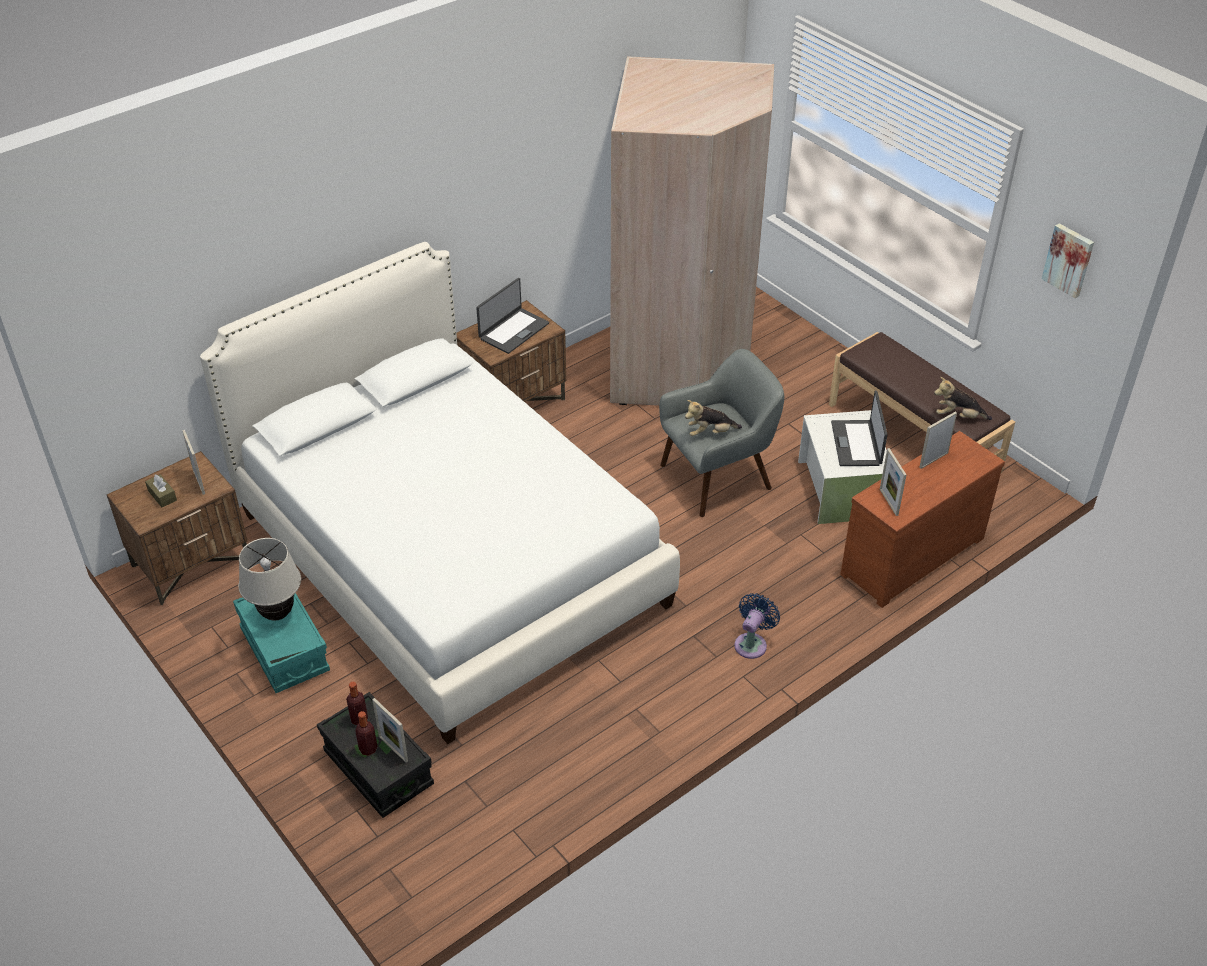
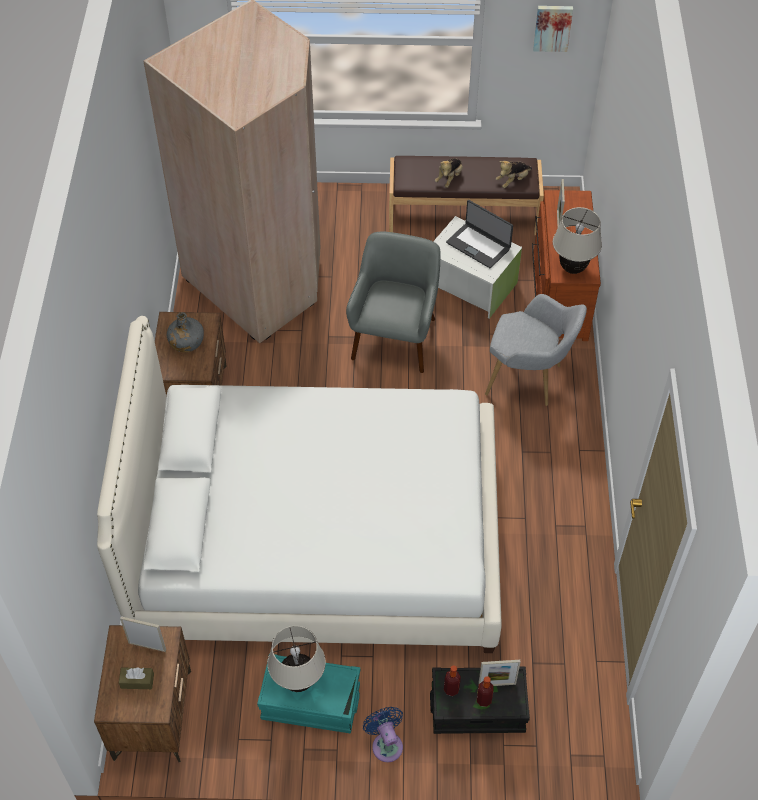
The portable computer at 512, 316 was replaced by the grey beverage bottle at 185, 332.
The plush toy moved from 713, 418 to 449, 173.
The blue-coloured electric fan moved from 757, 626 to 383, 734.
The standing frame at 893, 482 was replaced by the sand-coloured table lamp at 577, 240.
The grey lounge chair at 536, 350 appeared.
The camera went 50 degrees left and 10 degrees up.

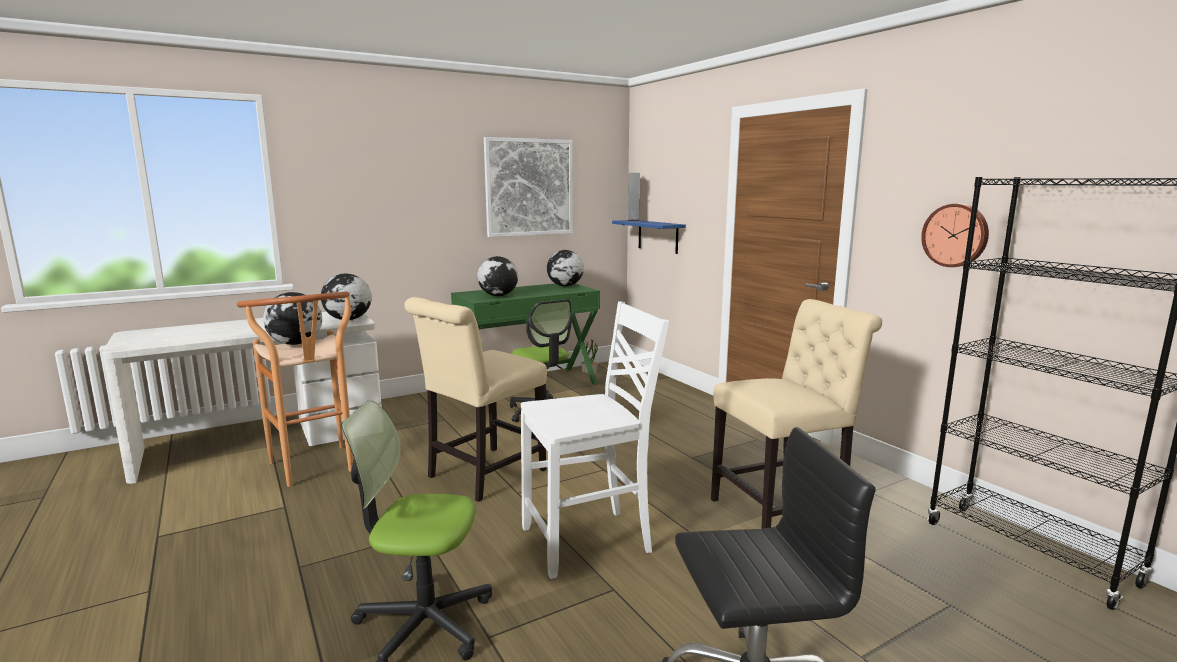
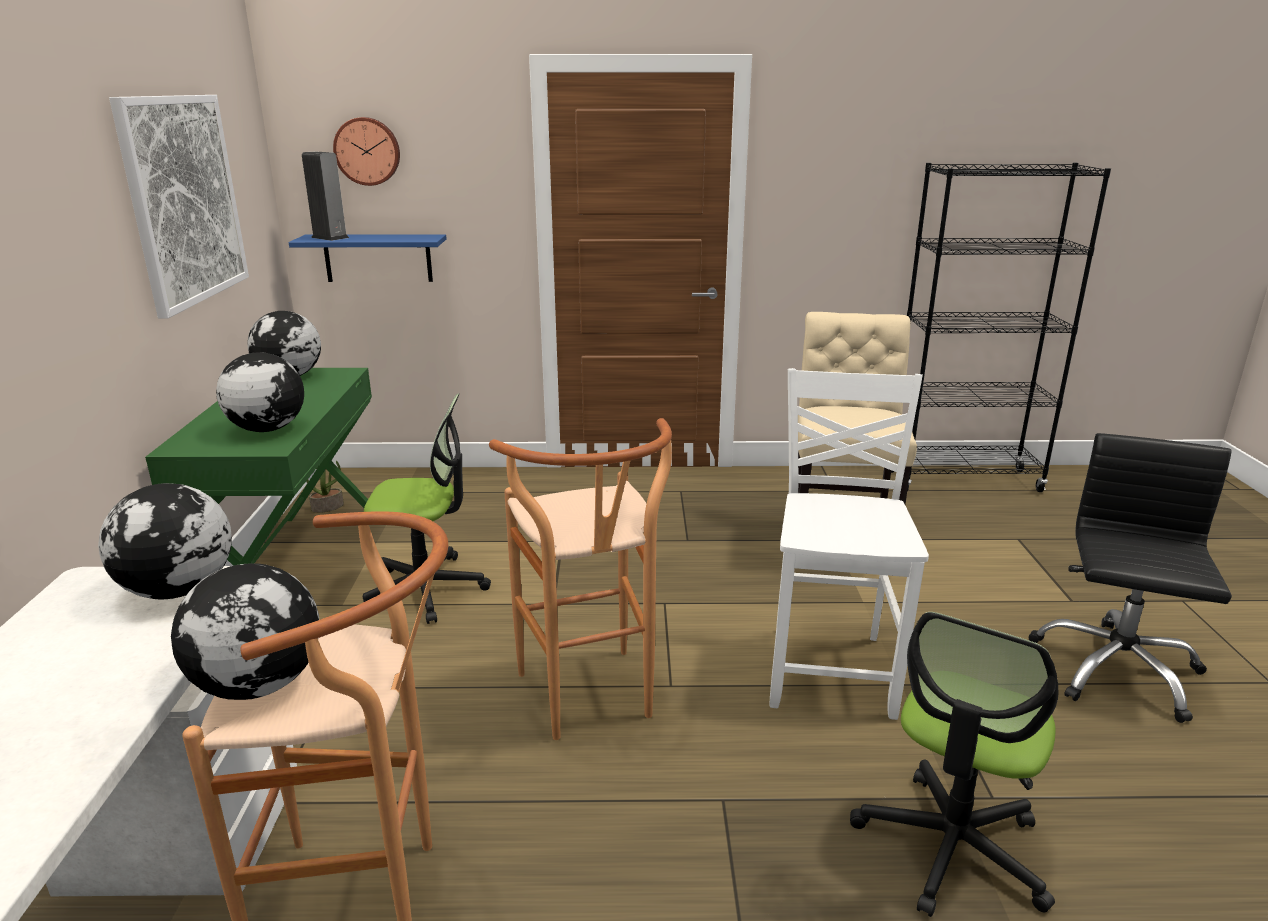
The sand-coloured chair at 475, 399 was replaced by the brown-coloured stool at 580, 579.
The wall clock moved from 955, 235 to 366, 151.
The camera went 60 degrees left and 10 degrees up.

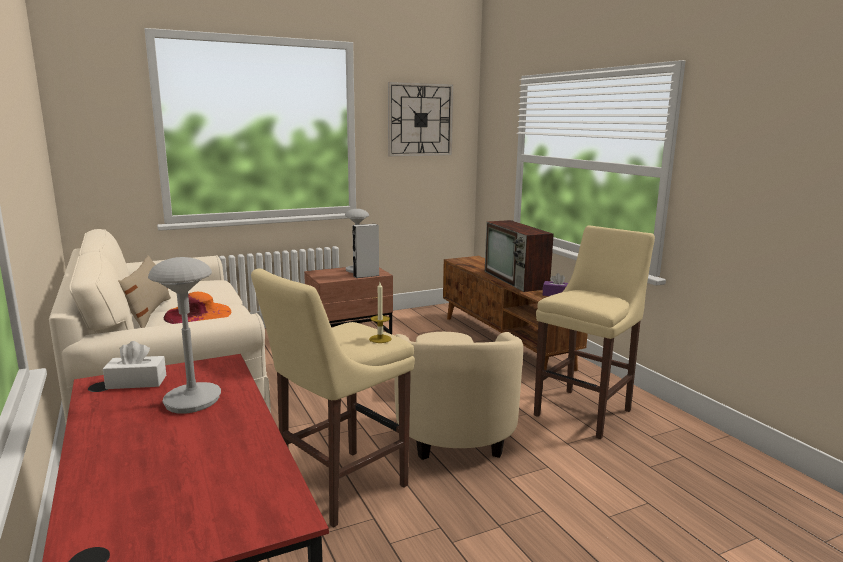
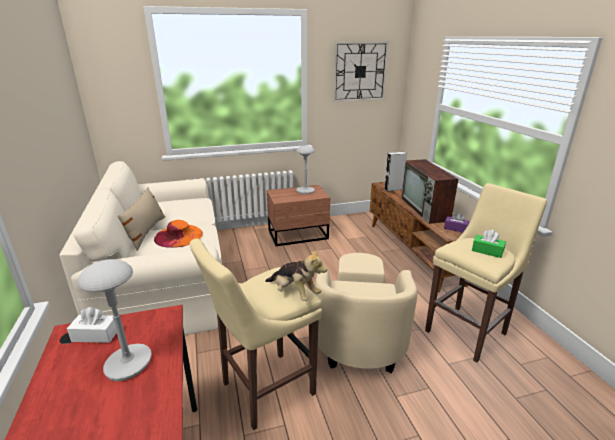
The grey audio speaker moved from 365, 251 to 396, 171.
The wax candle at 380, 312 was replaced by the plush toy at 296, 275.
The green-coloured tissue box at 489, 244 appeared.
The camera went 10 degrees right and 10 degrees up.

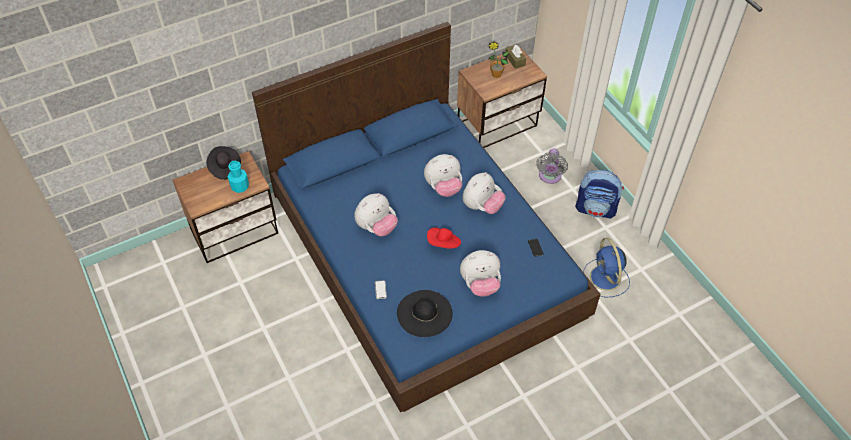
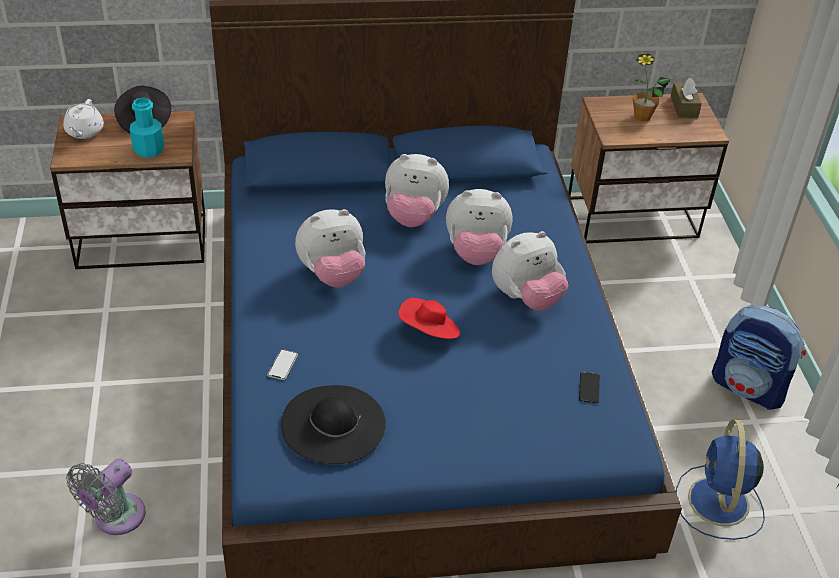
The plush toy moved from 480, 273 to 417, 190.
The grey electric fan moved from 552, 166 to 106, 497.
The white teapot at 83, 119 appeared.
The camera went 20 degrees right and 10 degrees down.

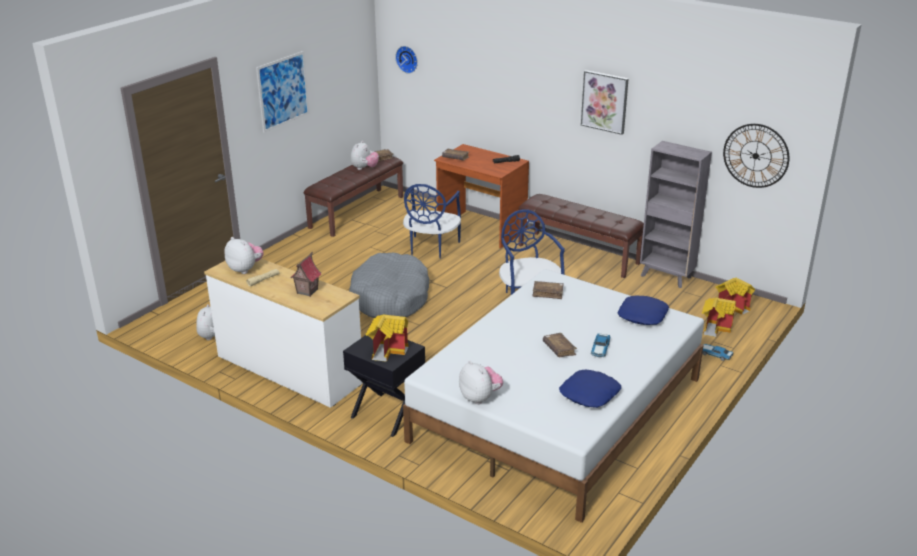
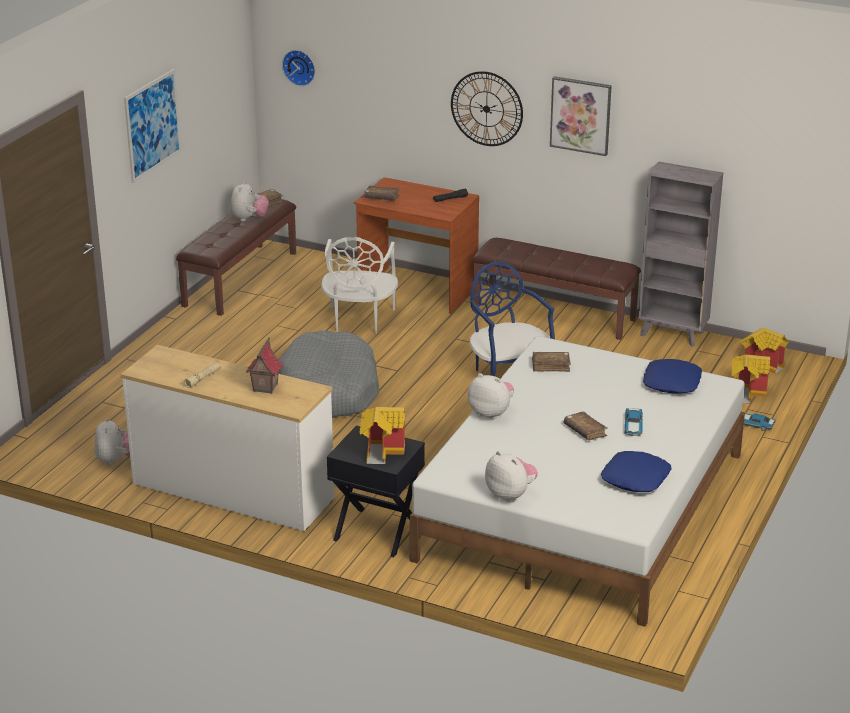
The plush toy moved from 244, 255 to 491, 396.
The blue-coloured chair at 432, 221 became the white chair at 359, 285.
The wall clock moved from 756, 156 to 487, 108.
The camera went 10 degrees left and 0 degrees up.

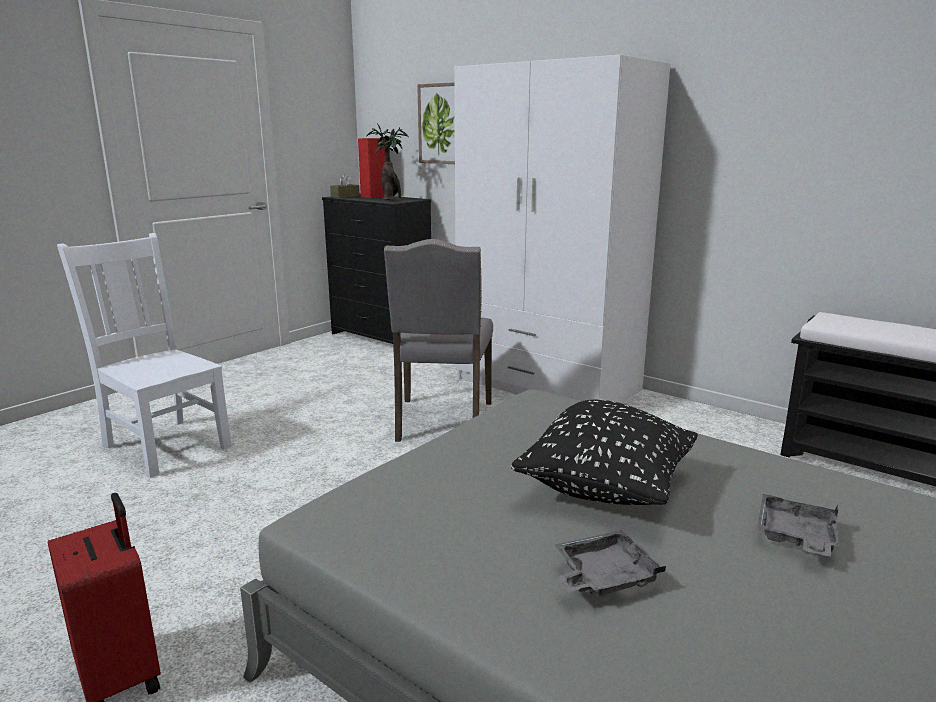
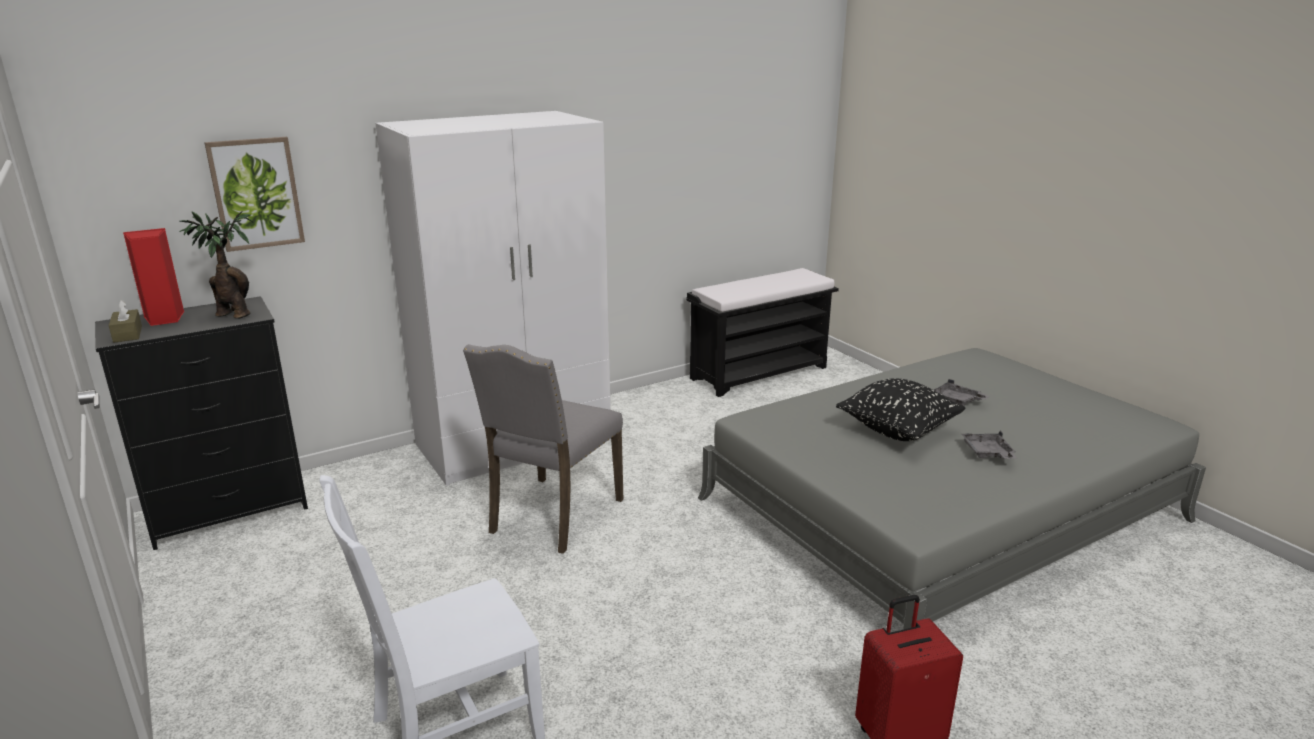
The grey chair at 438, 340 turned 90 degrees clockwise.
The camera went 70 degrees left and 5 degrees up.

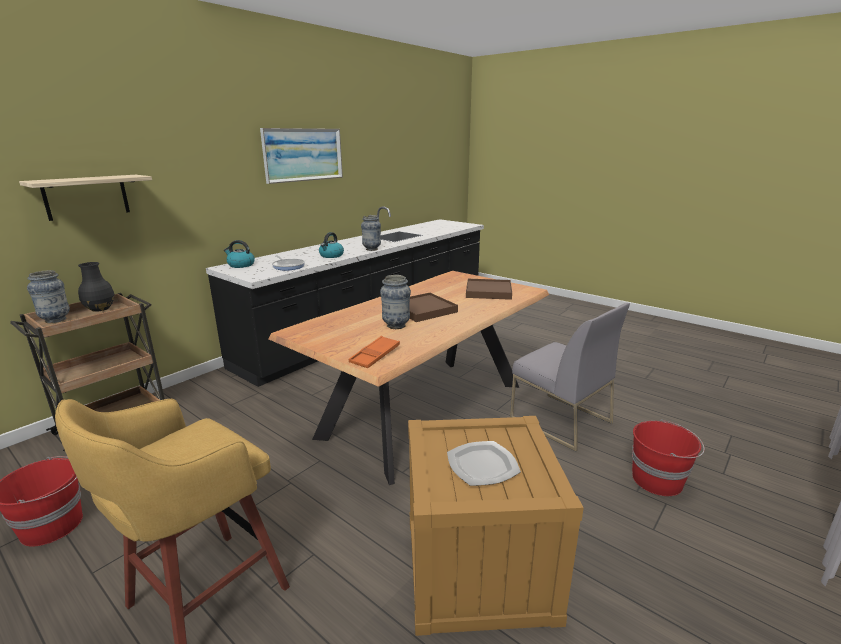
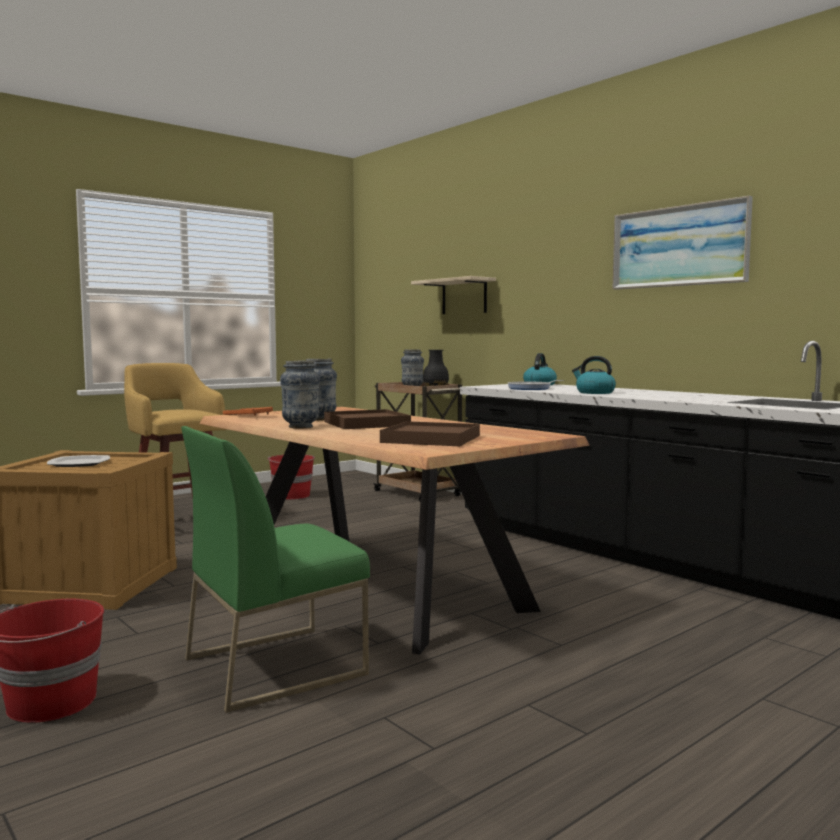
The flower vase moved from 371, 233 to 300, 395.
The grey chair at 570, 377 became the green-coloured chair at 275, 569.
The camera went 100 degrees right and 15 degrees down.

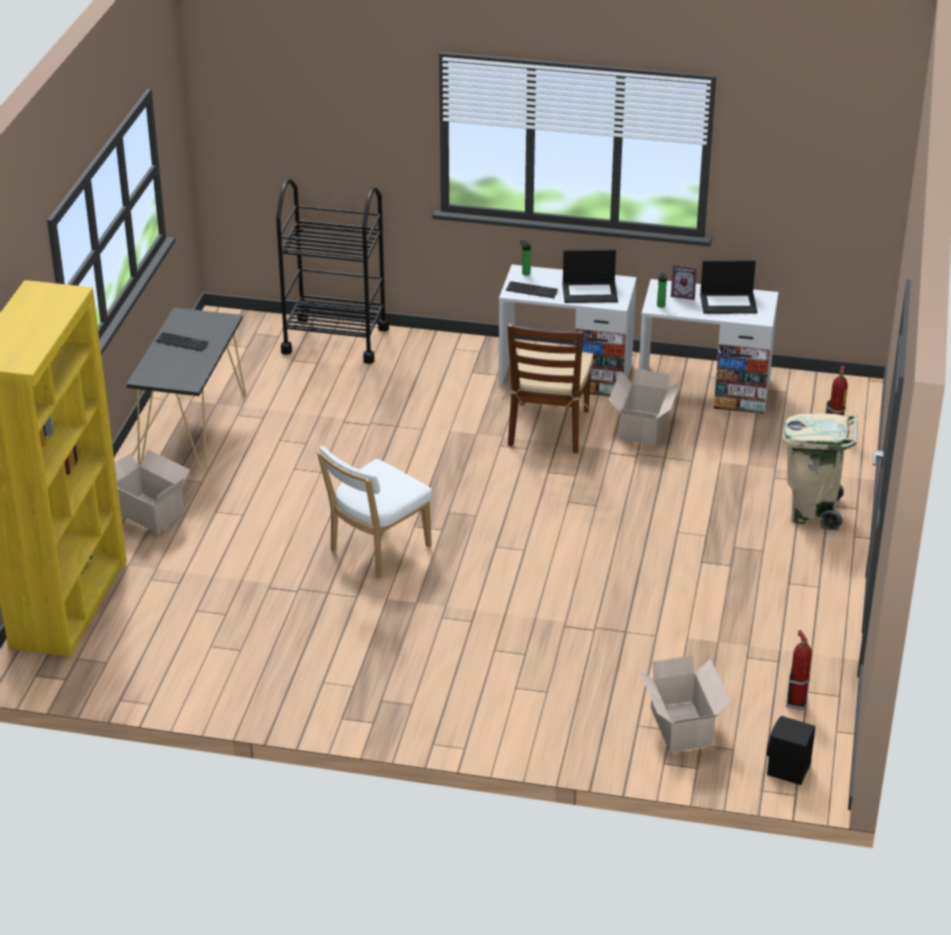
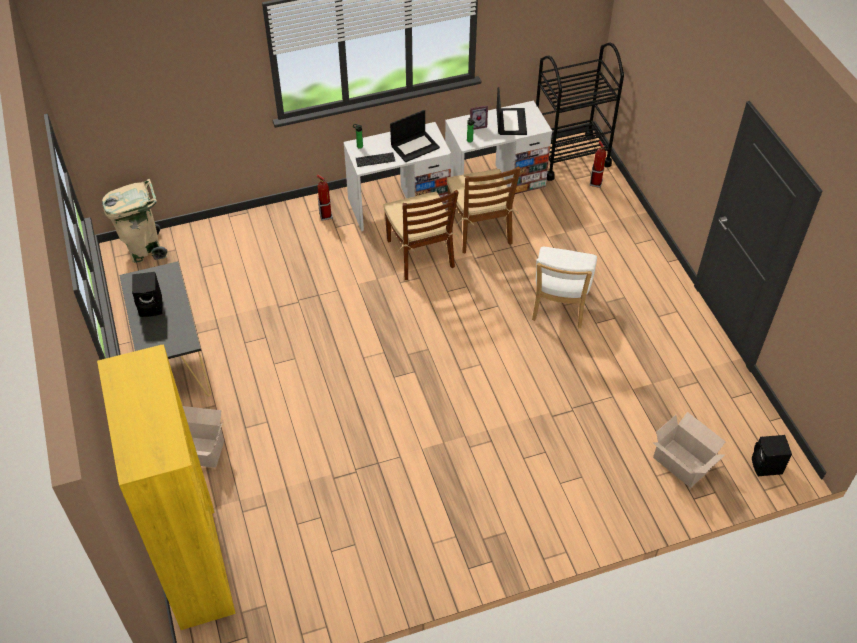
The keyboard at 182, 341 was replaced by the blackish audio speaker at 147, 294.
The blackish cart moved from 332, 271 to 580, 111.
The white chair moved from 375, 512 to 564, 287.
The cardboard box at 644, 407 was replaced by the brown-coloured chair at 484, 209.
The portable computer at 729, 287 turned 60 degrees counterclockwise.
The sand-coloured trash can moved from 820, 472 to 134, 221.
The fire-fighting cylinder moved from 799, 670 to 324, 197.
The camera went 30 degrees left and 15 degrees up.

